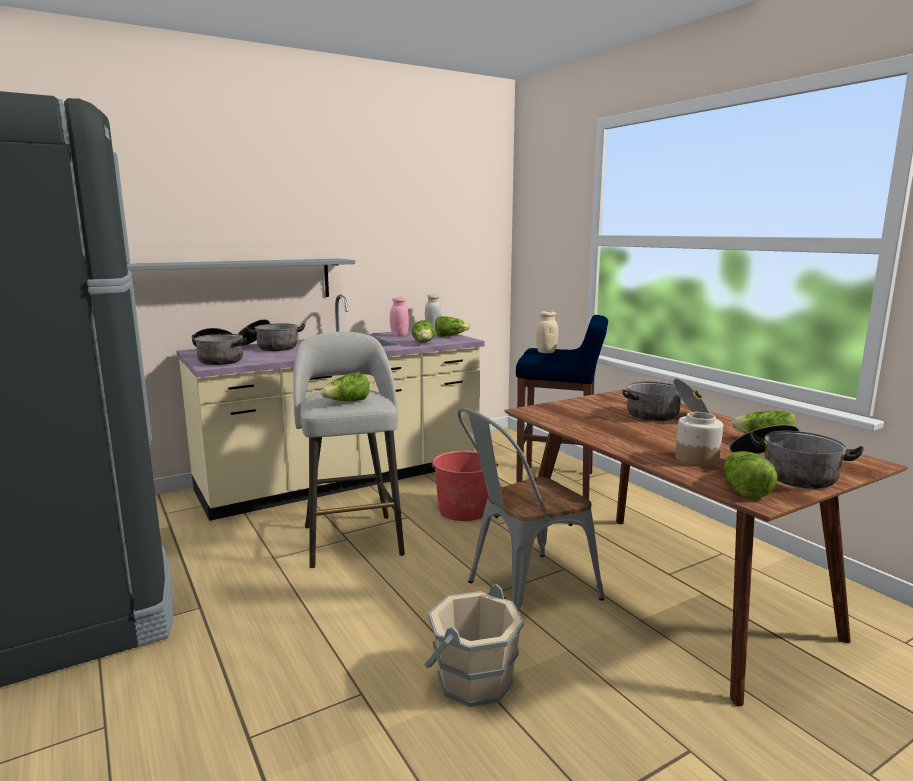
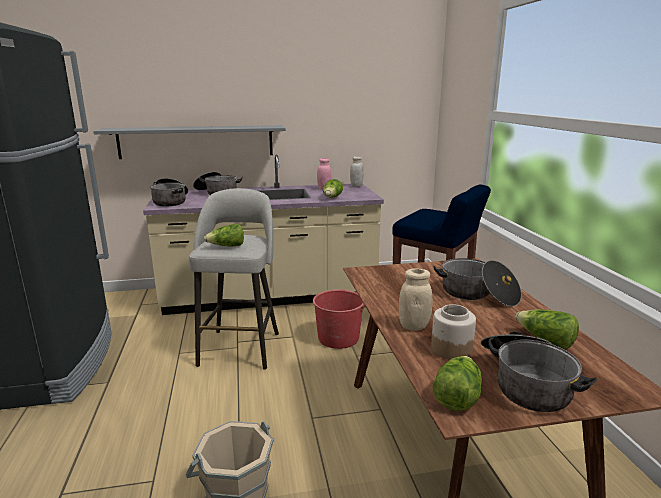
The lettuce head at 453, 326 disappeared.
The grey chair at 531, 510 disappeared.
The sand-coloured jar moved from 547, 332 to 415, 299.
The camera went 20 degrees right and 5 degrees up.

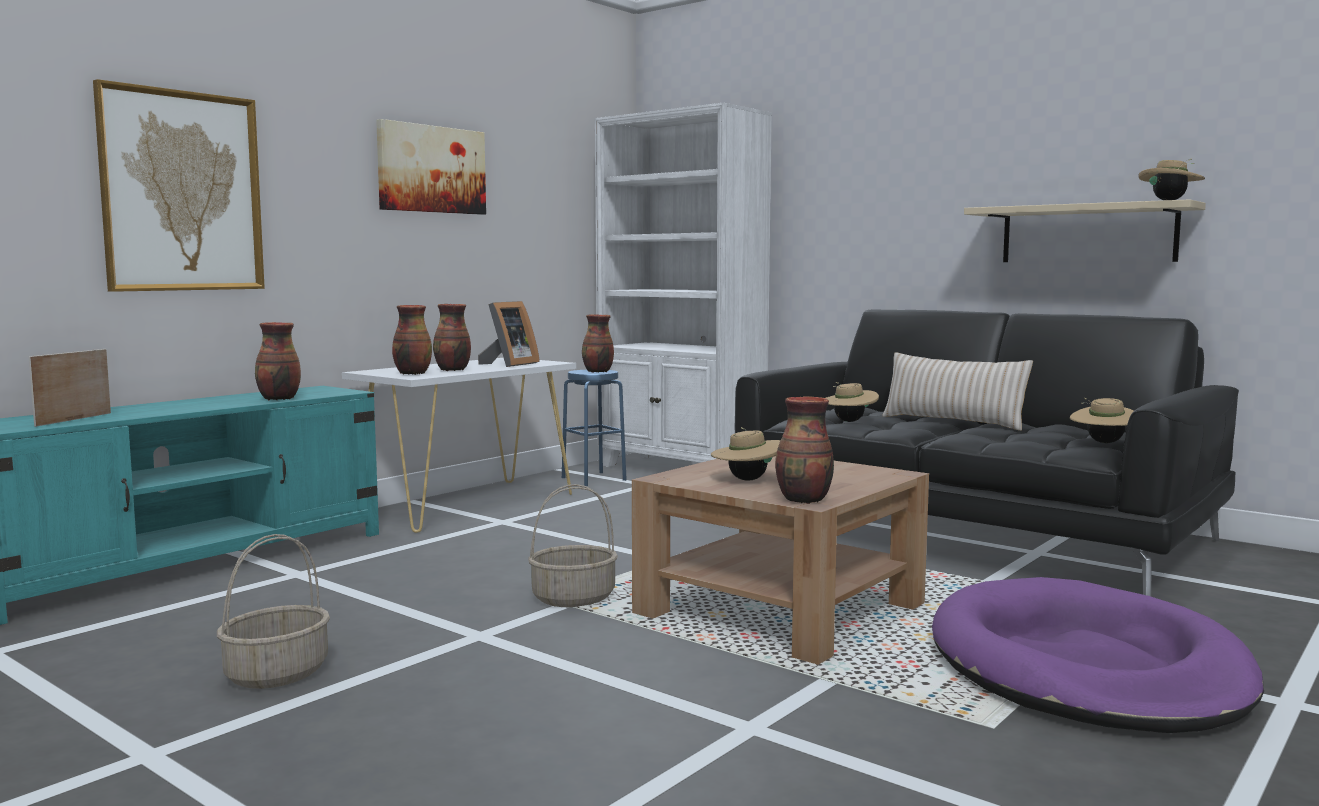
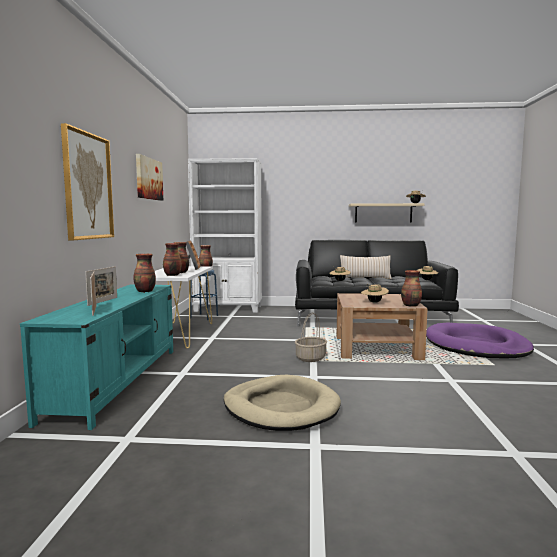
The storage basket at 273, 611 was replaced by the sand-coloured dog cushion at 282, 403.
The standing frame at 101, 286 appeared.
The camera went 35 degrees left and 0 degrees up.

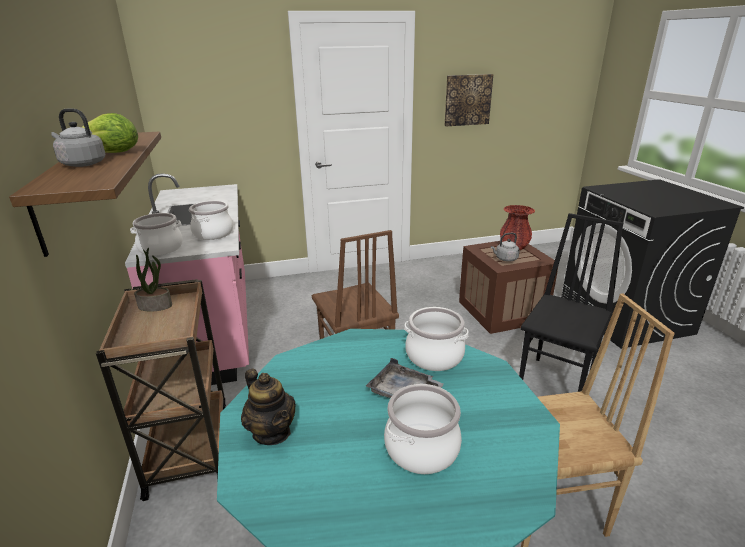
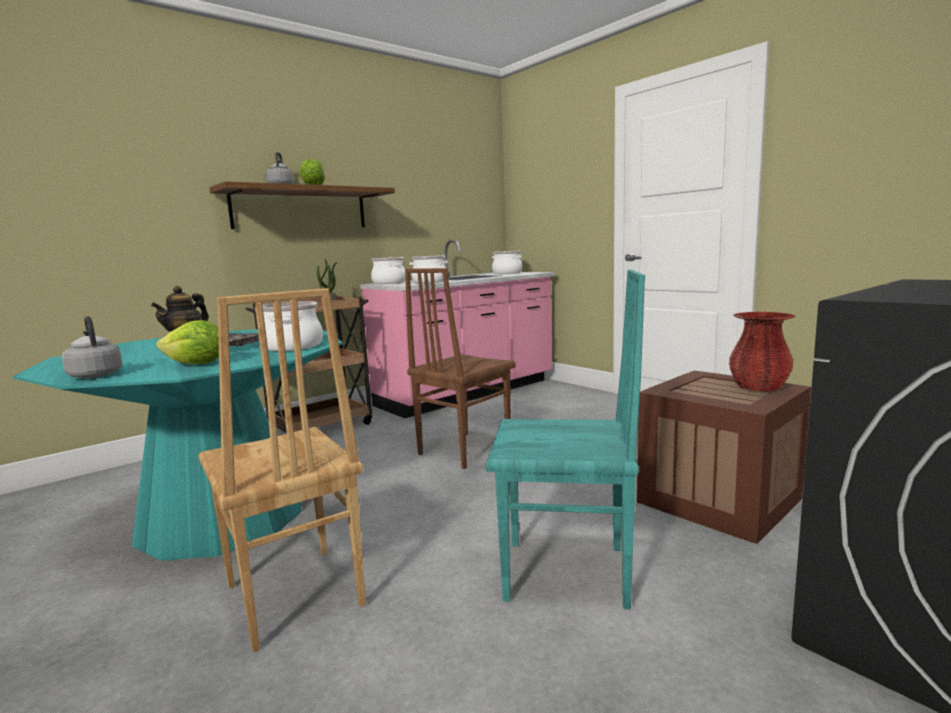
The stockpot moved from 423, 429 to 507, 262.
The wall art at 469, 100 disappeared.
The grey tea kettle moved from 505, 247 to 92, 347.
The blackish chair at 571, 302 became the turquoise-coloured chair at 565, 439.
The lettuce head at 187, 342 appeared.
The camera went 65 degrees right and 15 degrees down.

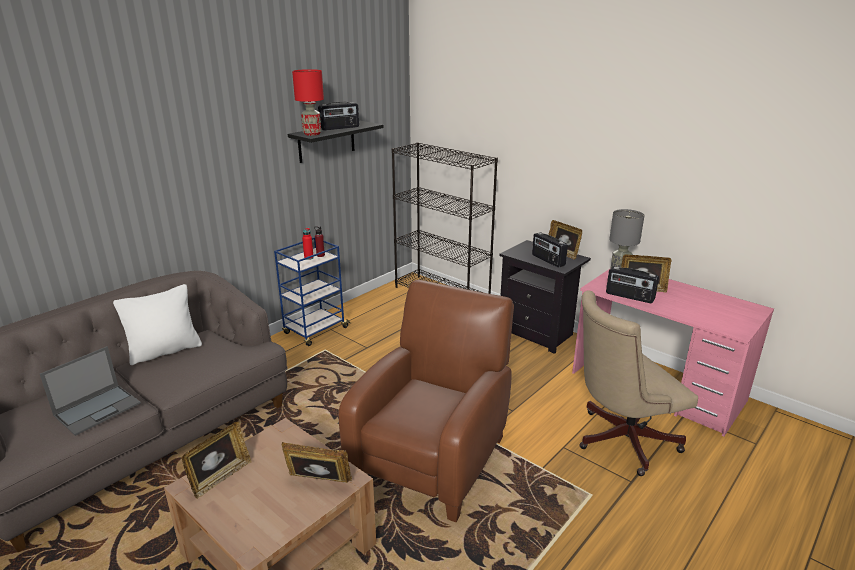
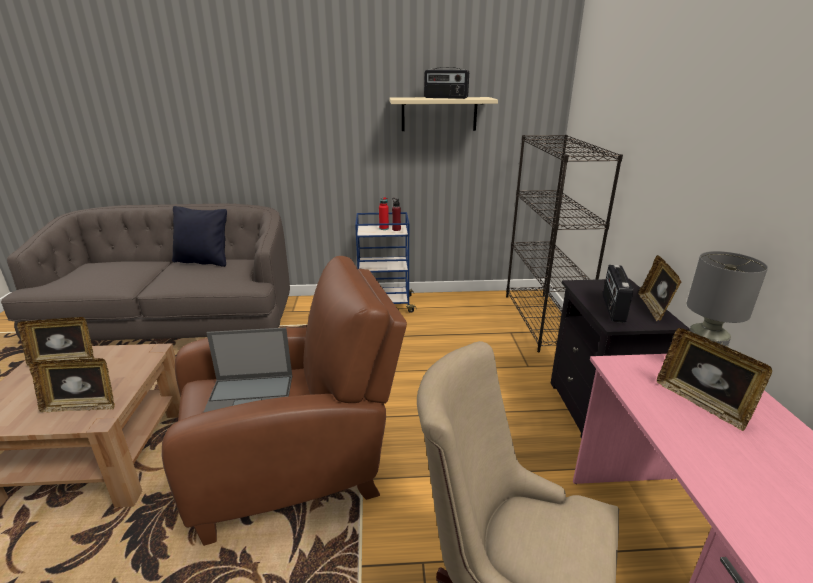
The portable computer moved from 90, 391 to 247, 370.
The white throw pillow at 157, 324 became the blackish throw pillow at 199, 236.
The standing frame at 317, 462 turned 120 degrees clockwise.
The blackish bracket shelf at 336, 142 became the sand-coloured bracket shelf at 444, 114.
The red-coloured table lamp at 308, 102 disappeared.
The radio receiver at 632, 284 disappeared.
The camera went 45 degrees right and 0 degrees up.

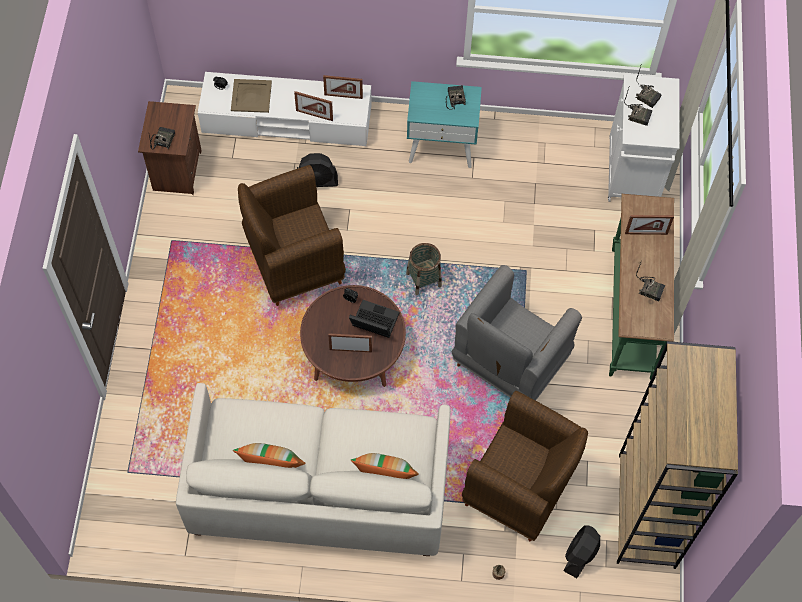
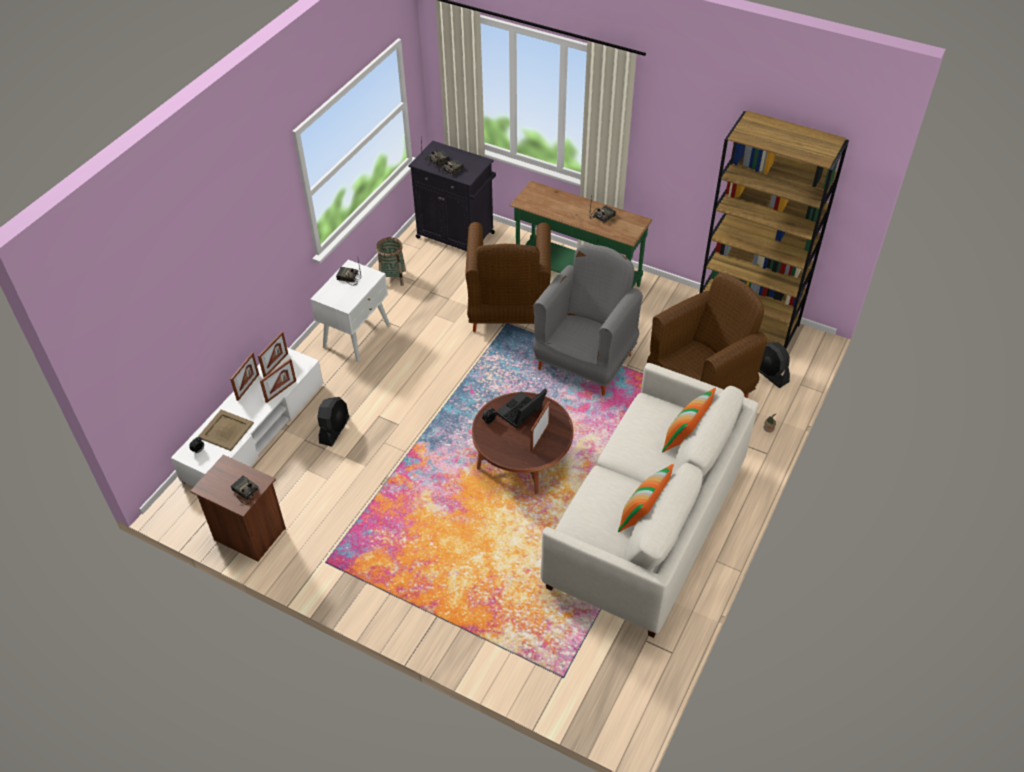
The brown-coloured lounge chair moved from 292, 235 to 508, 277.
The storage basket moved from 424, 269 to 391, 261.
The turquoise-coloured nightstand at 444, 124 became the white nightstand at 350, 311.
The grey lounge chair at 517, 332 turned 120 degrees counterclockwise.
The white storage cabinet at 643, 138 became the blackish storage cabinet at 452, 196.
The standing frame moved from 649, 225 to 244, 376.
The camera went 65 degrees left and 15 degrees down.

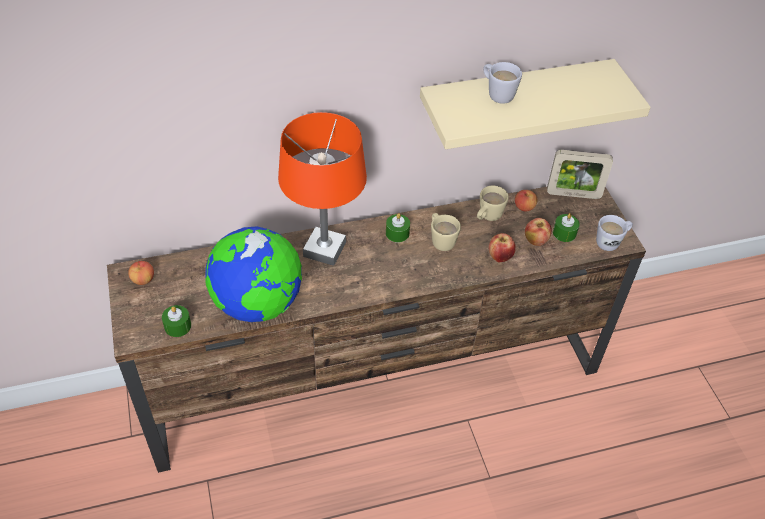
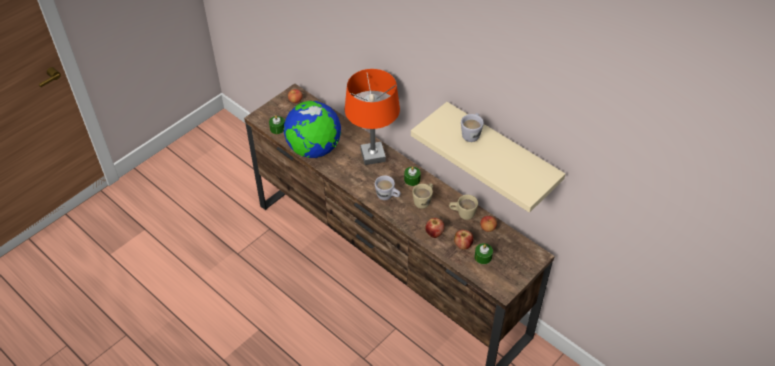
The standing frame at 580, 174 disappeared.
The white tea mug moved from 614, 233 to 388, 187.
The camera went 60 degrees right and 0 degrees up.

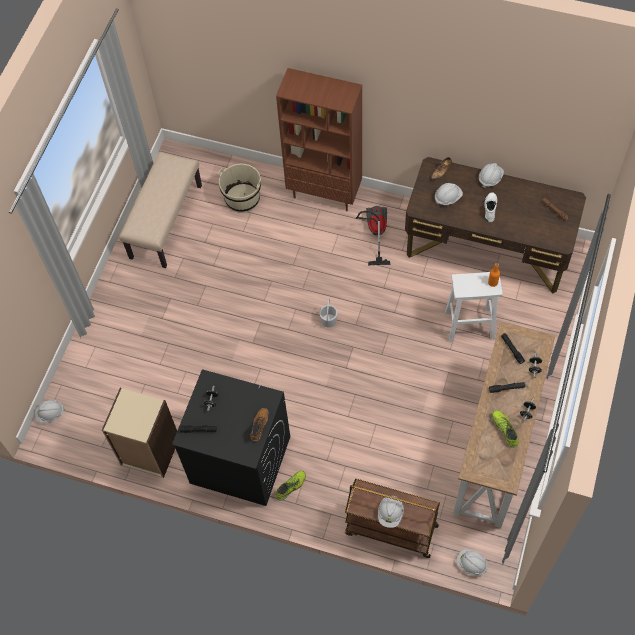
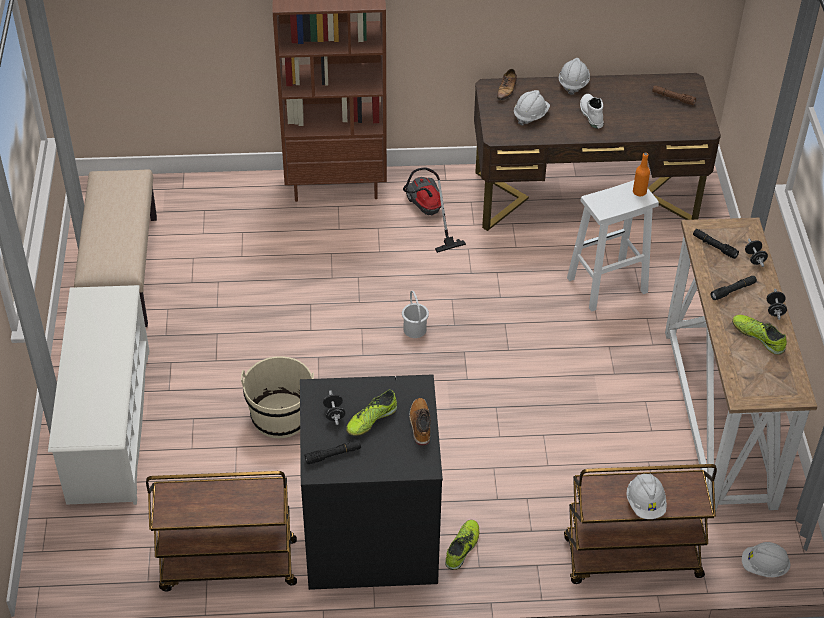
The white hard hat at 49, 411 disappeared.
The sand-coloured shelving unit at 139, 433 was replaced by the brown-coloured cart at 221, 531.
The sand-coloured bucket moved from 239, 188 to 277, 397.
The white shoe stand at 98, 395 appeared.
The shoe at 371, 413 appeared.
The camera went 25 degrees left and 15 degrees down.

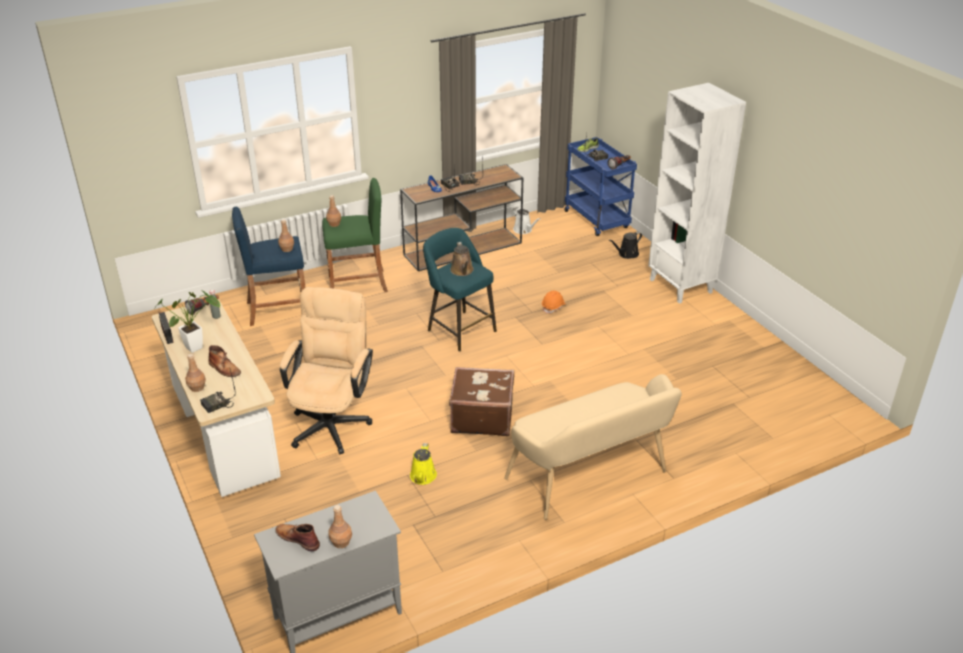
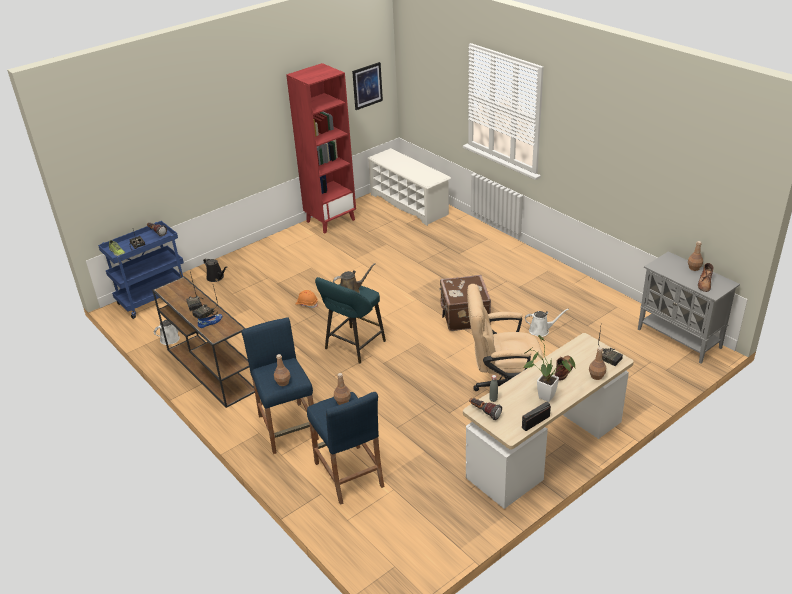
The green-coloured stool at 355, 235 became the blue-coloured stool at 280, 385.
The yellow sprinkling can at 423, 464 became the white sprinkling can at 547, 323.
The sand-coloured indoor bench at 593, 447 disappeared.
The white shelving unit at 697, 193 disappeared.
The red-coloured shelving unit at 321, 148 appeared.
The wall art at 367, 86 appeared.
The white shoe stand at 409, 187 appeared.
The camera went 100 degrees left and 0 degrees up.

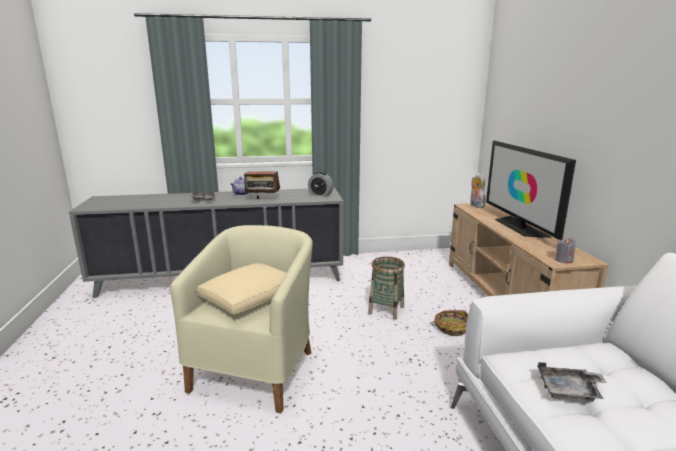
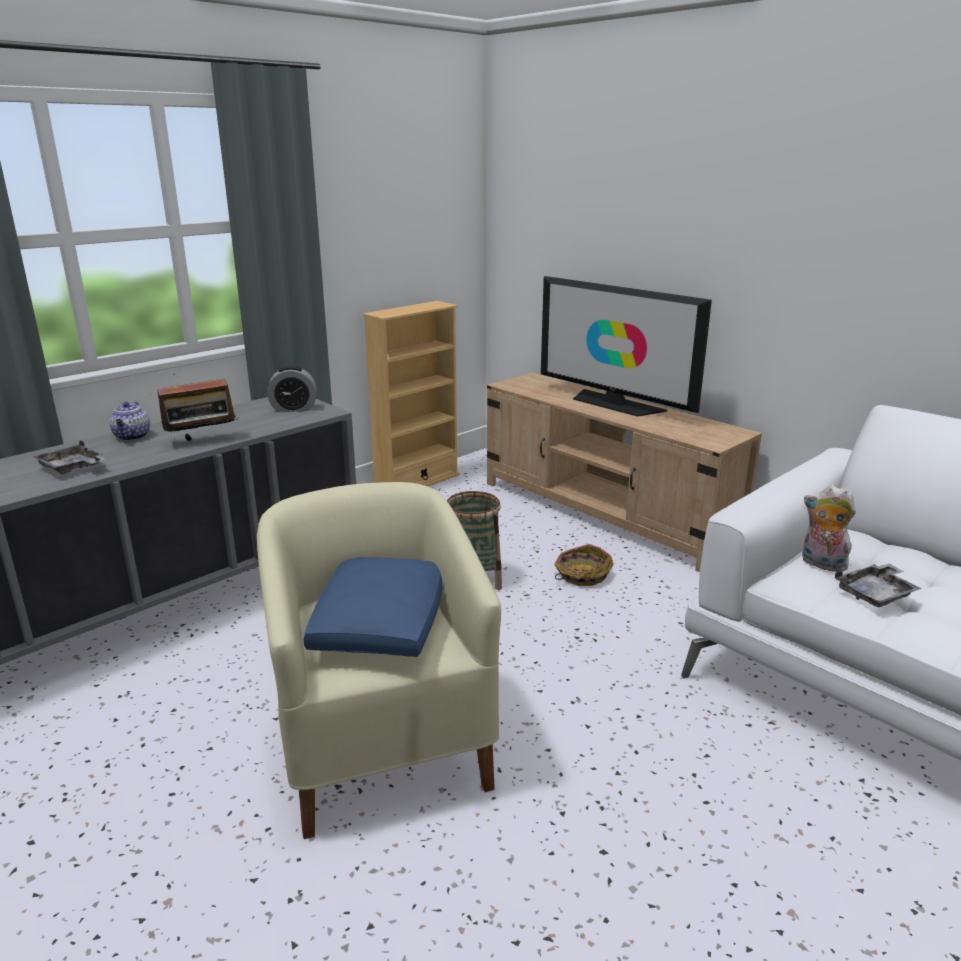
The sand-coloured throw pillow at 241, 288 became the blue-coloured throw pillow at 373, 607.
The plush toy moved from 477, 190 to 829, 528.
The grey wax candle at 565, 251 disappeared.
The sand-coloured shelving unit at 411, 393 appeared.
The camera went 35 degrees left and 5 degrees up.

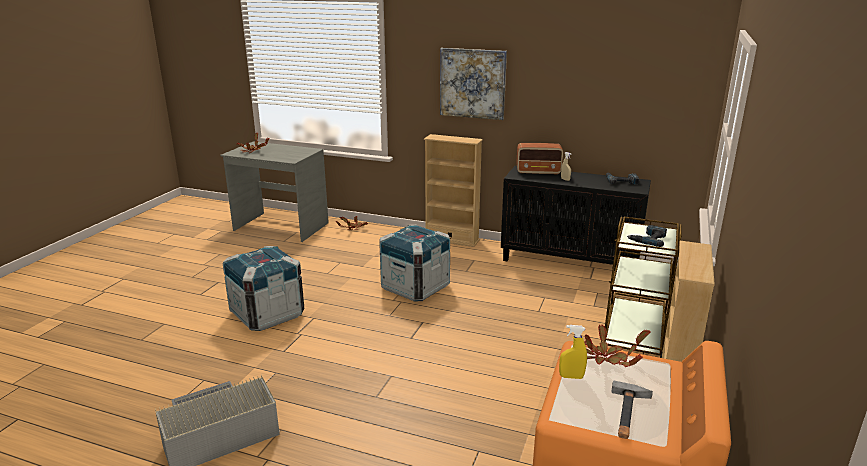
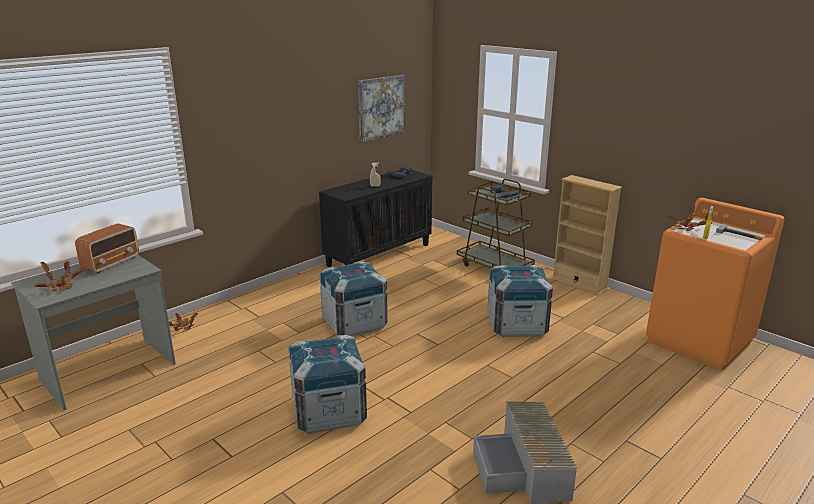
The sand-coloured shelving unit at 453, 190 disappeared.
The wall art moved from 473, 84 to 381, 108.
The radio receiver moved from 539, 159 to 107, 248.
The shipping crate at 520, 301 appeared.
The camera went 65 degrees left and 0 degrees up.

